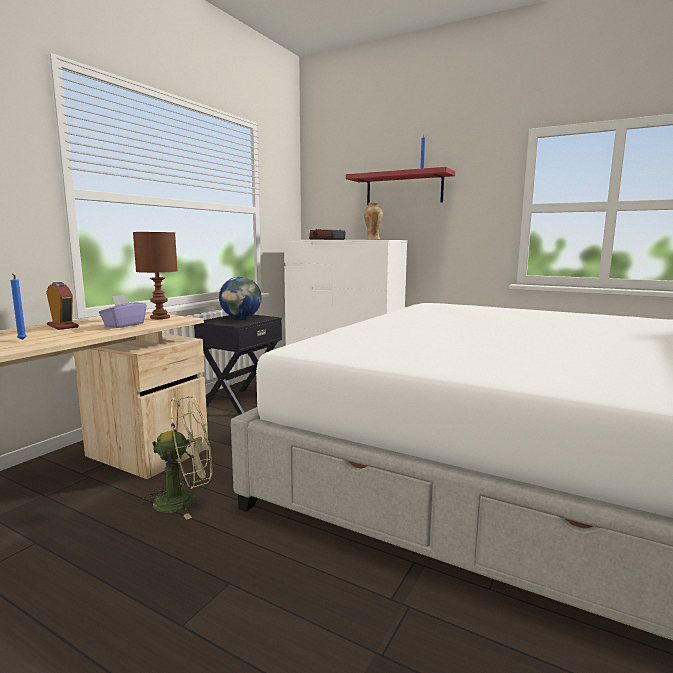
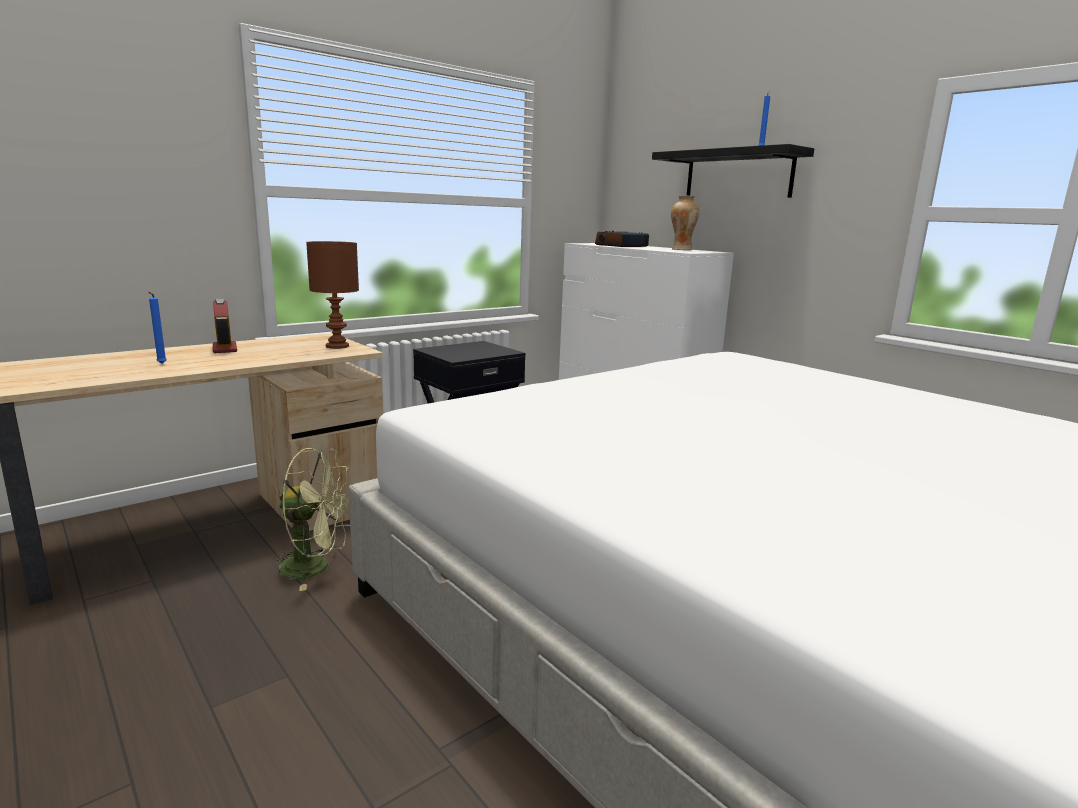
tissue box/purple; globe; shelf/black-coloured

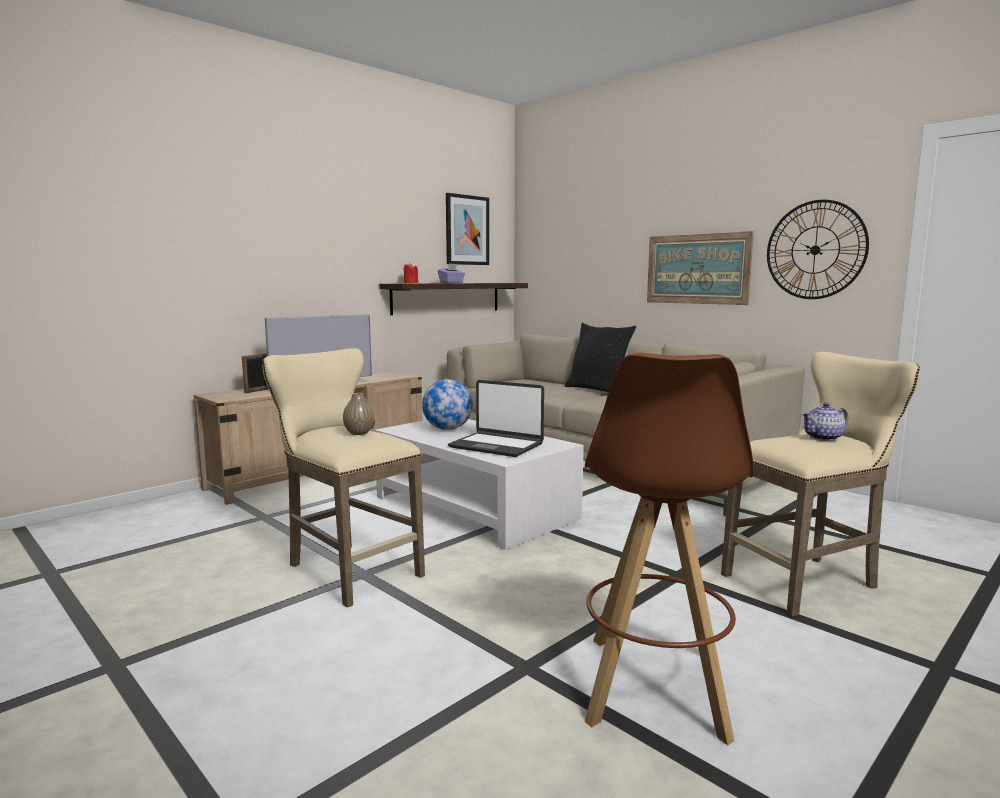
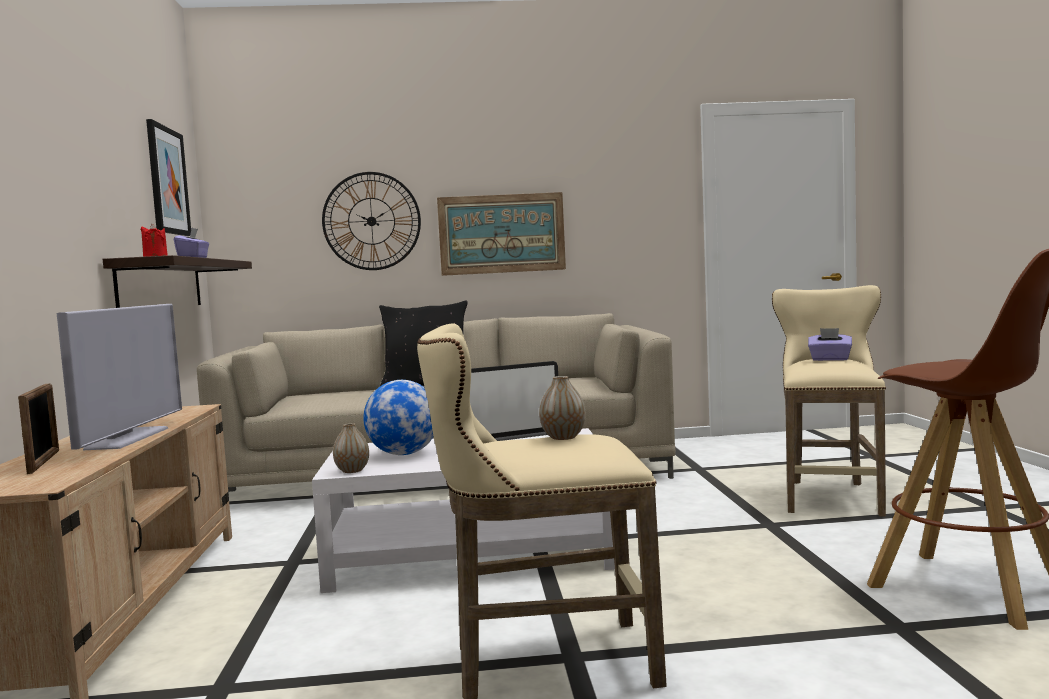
flower vase (no. 1 from left); clock on the wall; tissue box/purple (no. 2 from left)

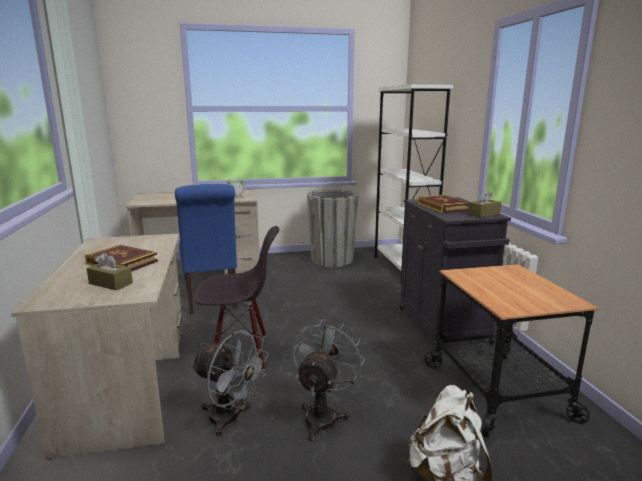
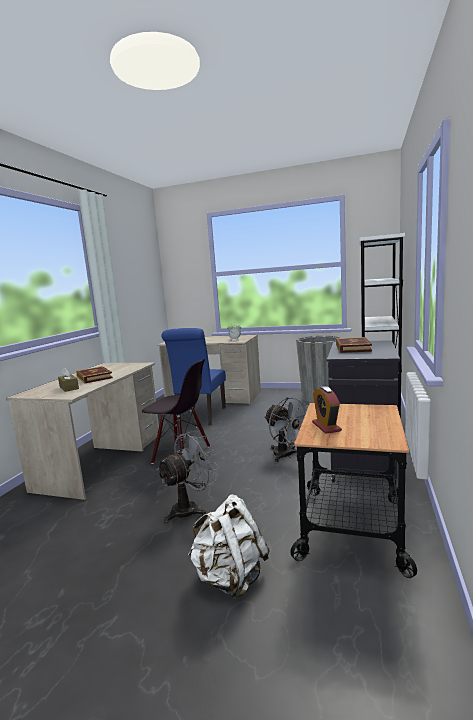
tissue box/brownish (no. 2 from left in the first image); bedside clock (no. 2 from left); electric fan/greyish (no. 2 from left)

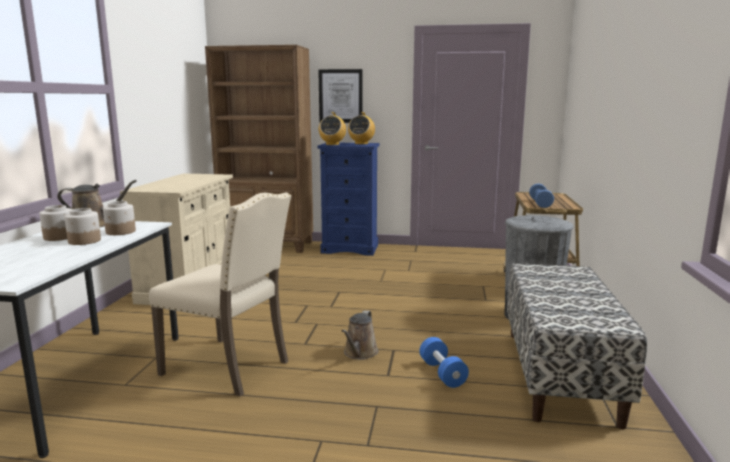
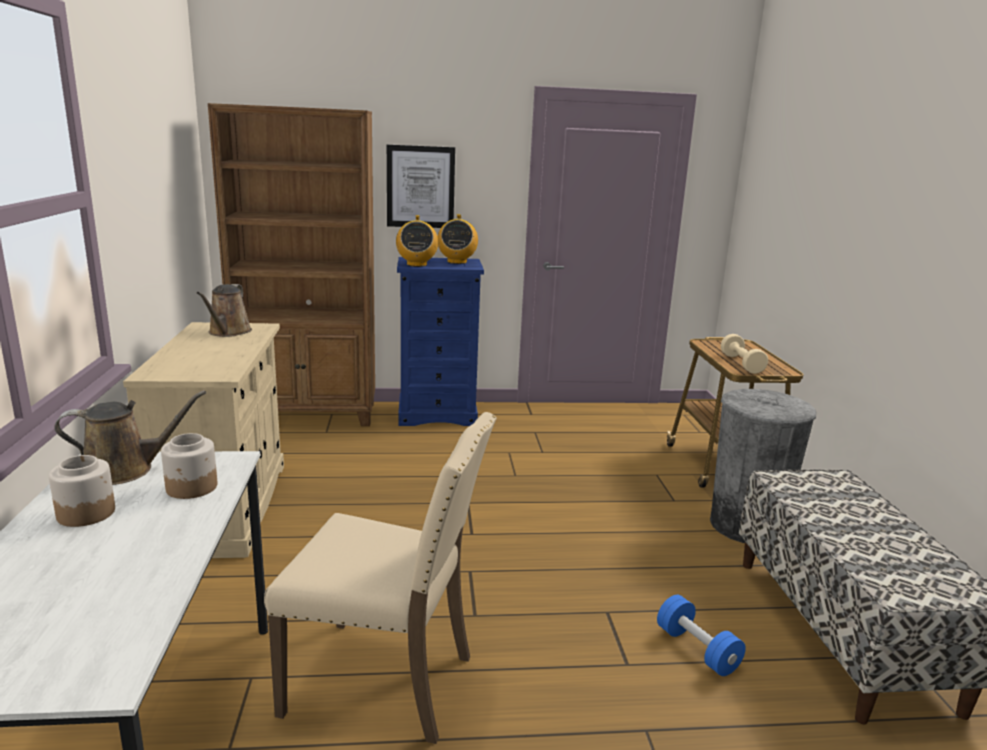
storage jar (no. 2 from left in the first image); watering can/brownish (no. 2 from left); hand weight/sand-coloured

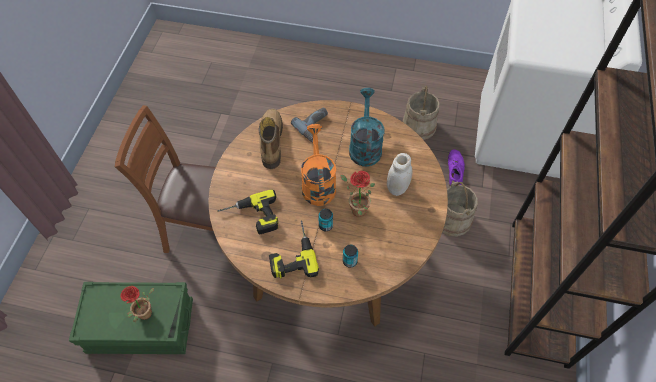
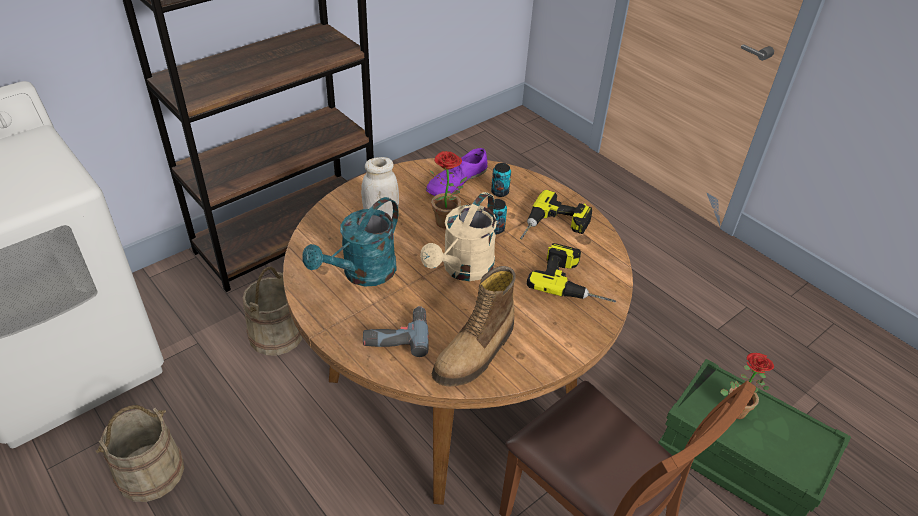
item of footwear/purple; watering can/sand-coloured

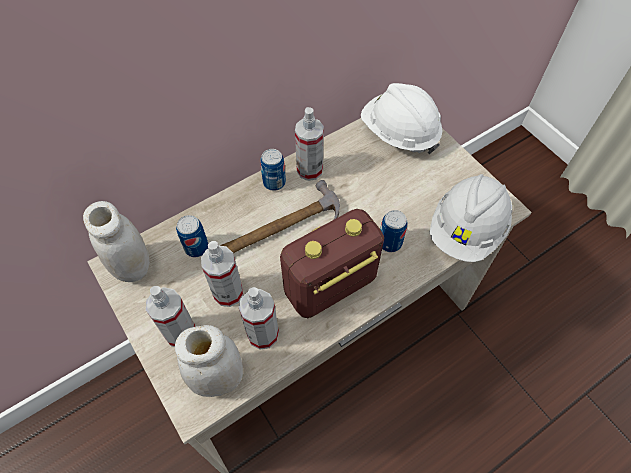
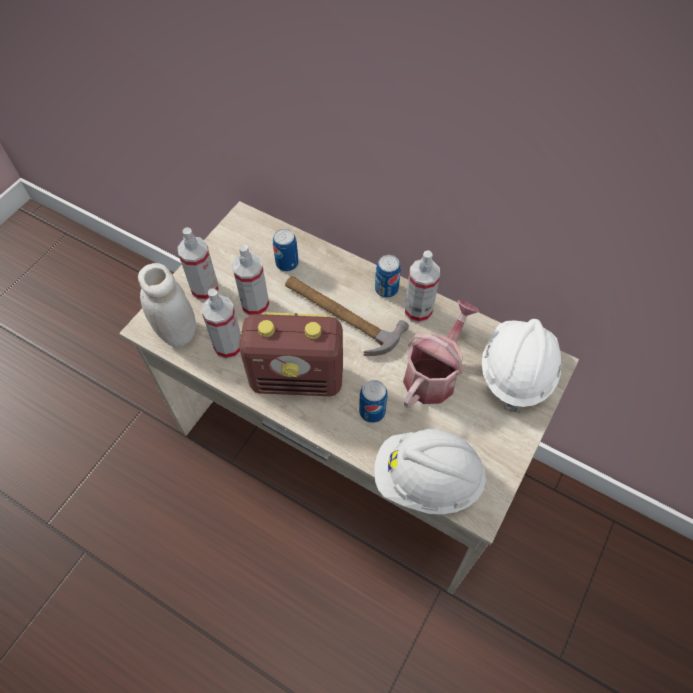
storage jar/white (no. 1 from left in the first image); watering can; radio receiver

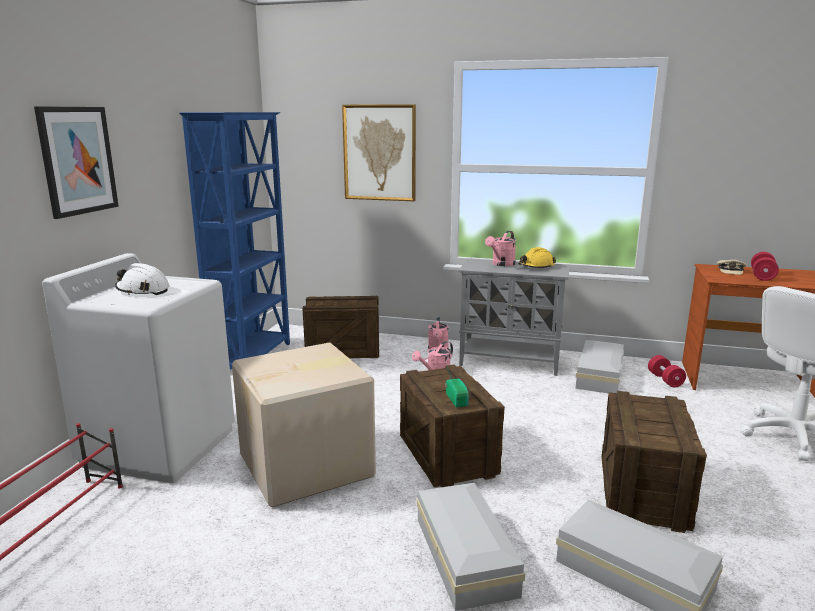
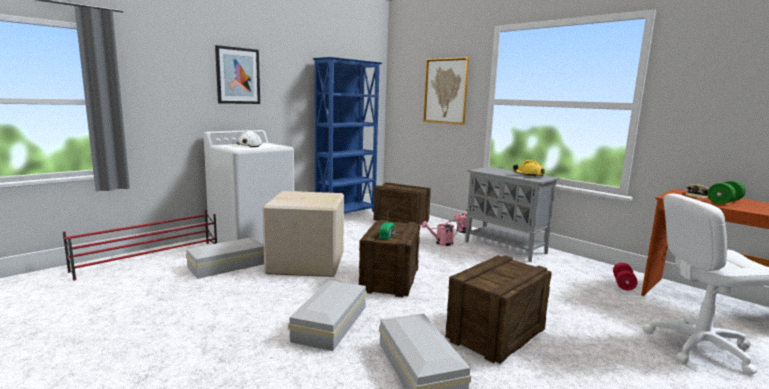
watering can/pink (no. 3 from left in the first image); storage box/white (no. 1 from left); hand weight/greenish

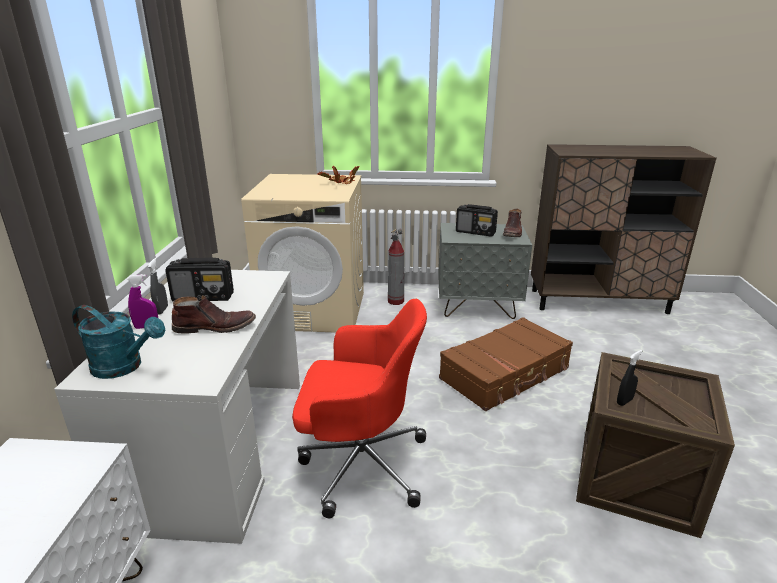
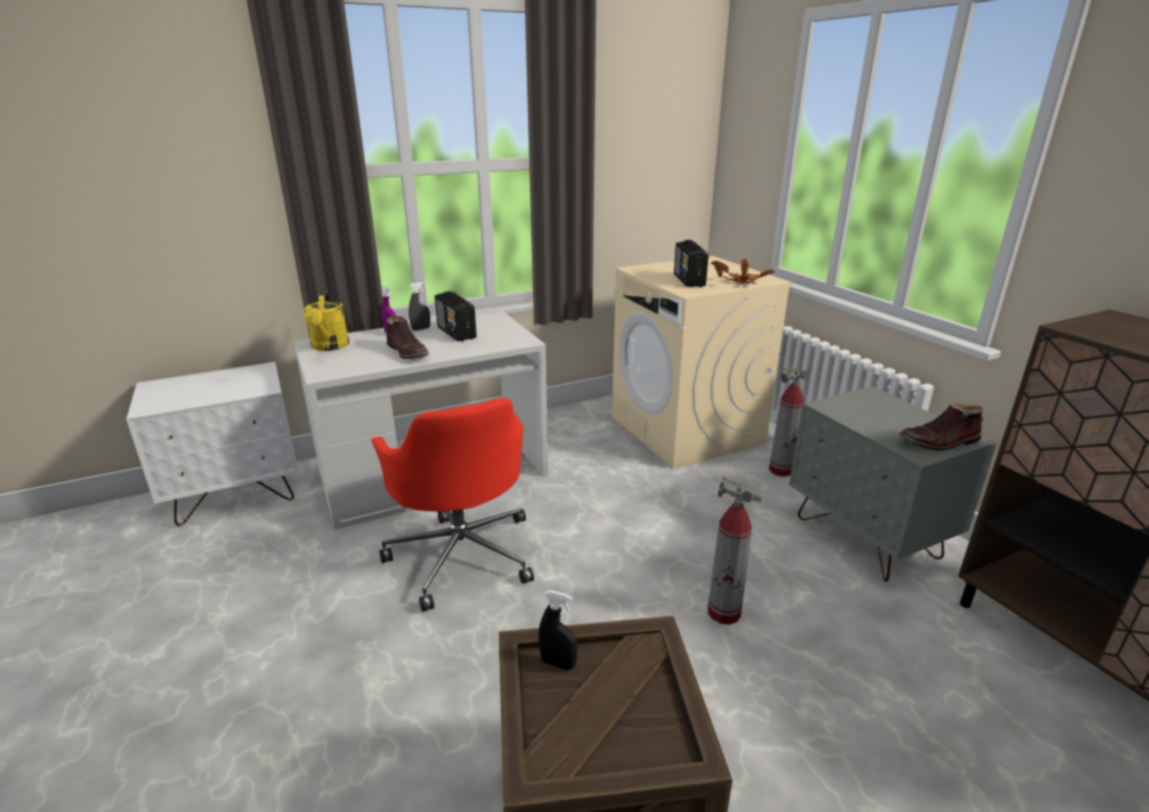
radio receiver (no. 2 from left); extinguisher (no. 1 from left); watering can/yellow

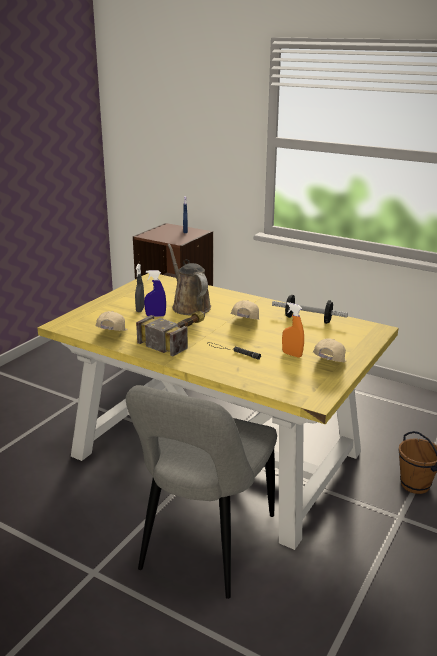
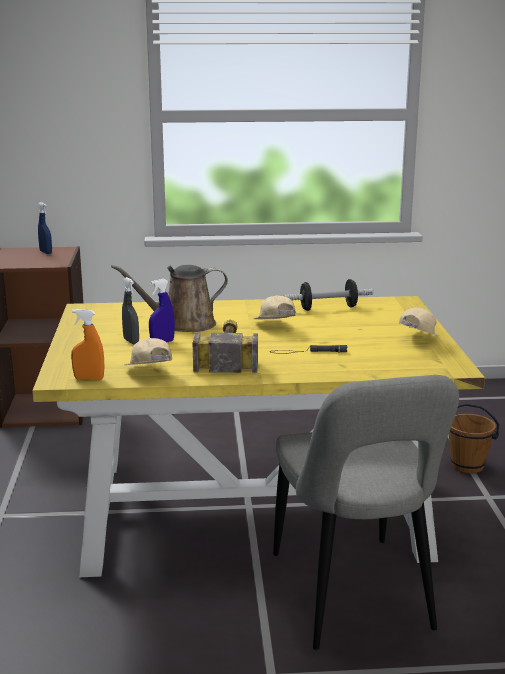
spray bottle/orange; watering can/brownish; baseball cap/sand-coloured (no. 3 from left)

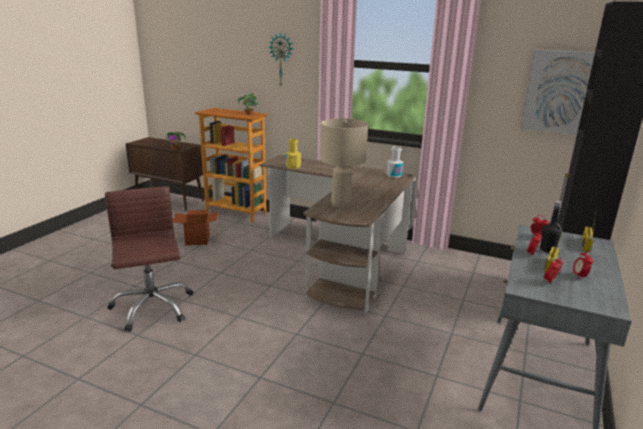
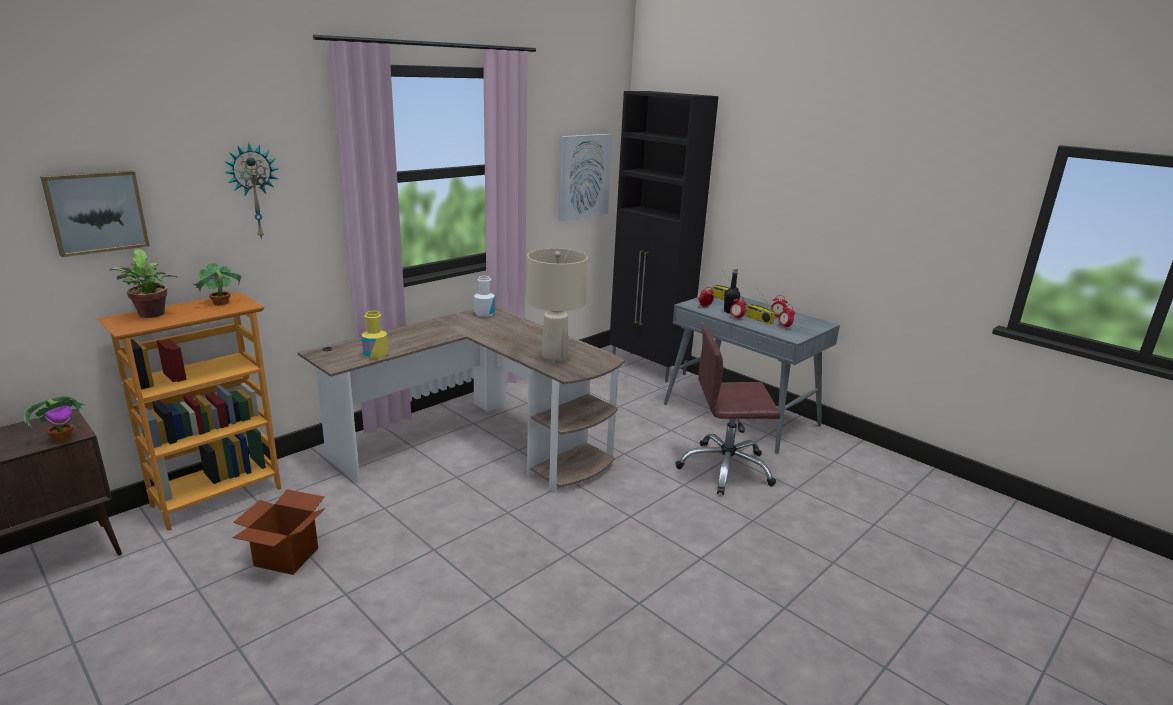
picture (no. 1 from left); plant in a pot (no. 2 from left); office chair/brownish

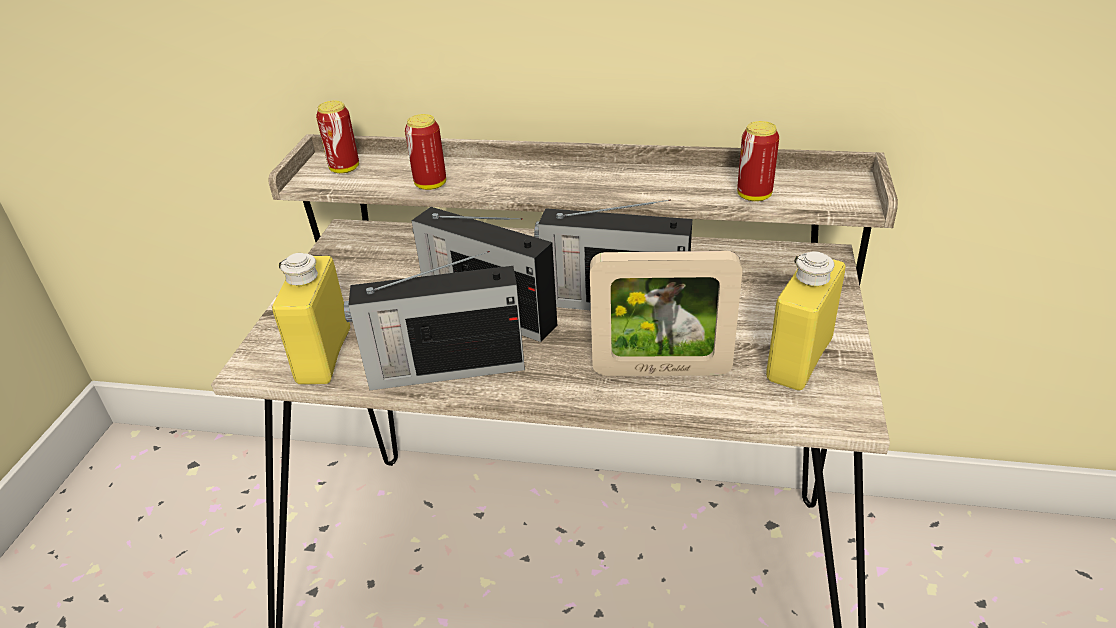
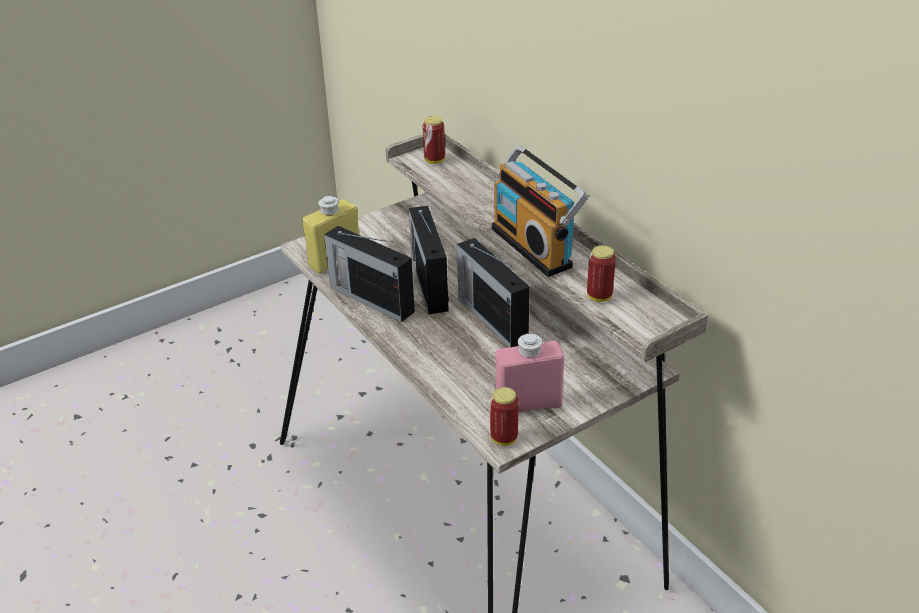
picture frame; radio receiver (no. 4 from left); metal can (no. 2 from left); drink bottle/pink

